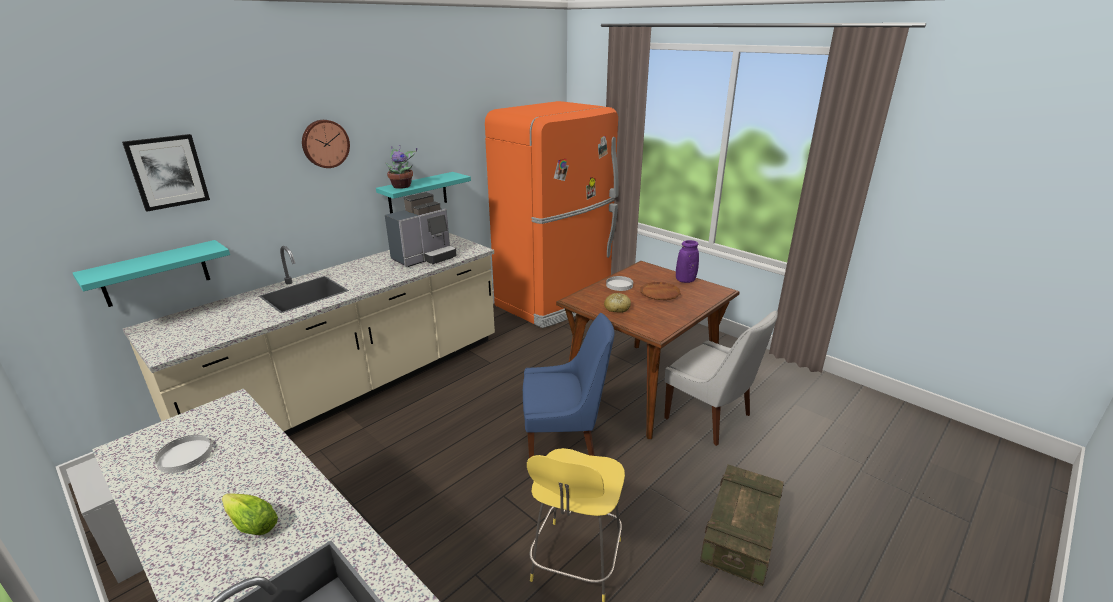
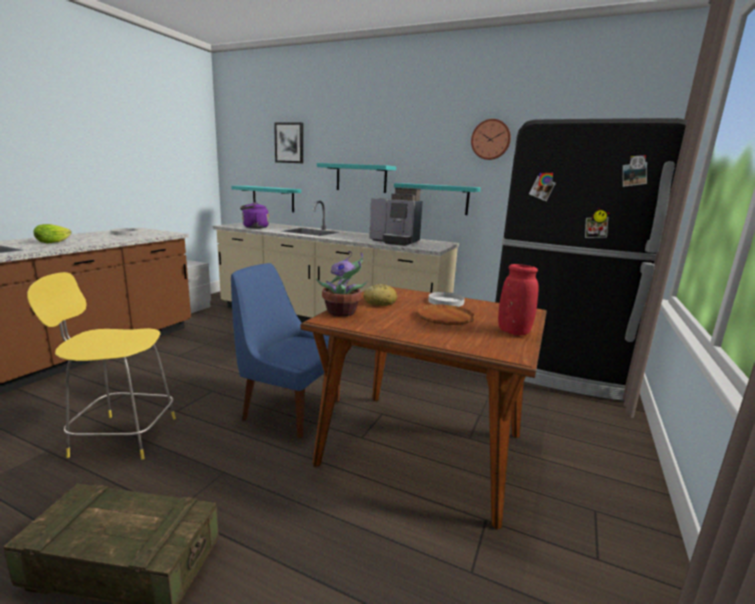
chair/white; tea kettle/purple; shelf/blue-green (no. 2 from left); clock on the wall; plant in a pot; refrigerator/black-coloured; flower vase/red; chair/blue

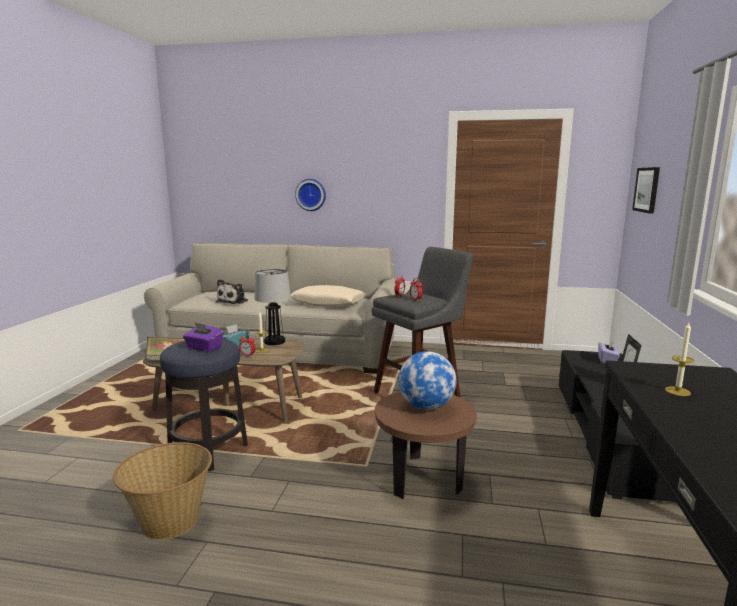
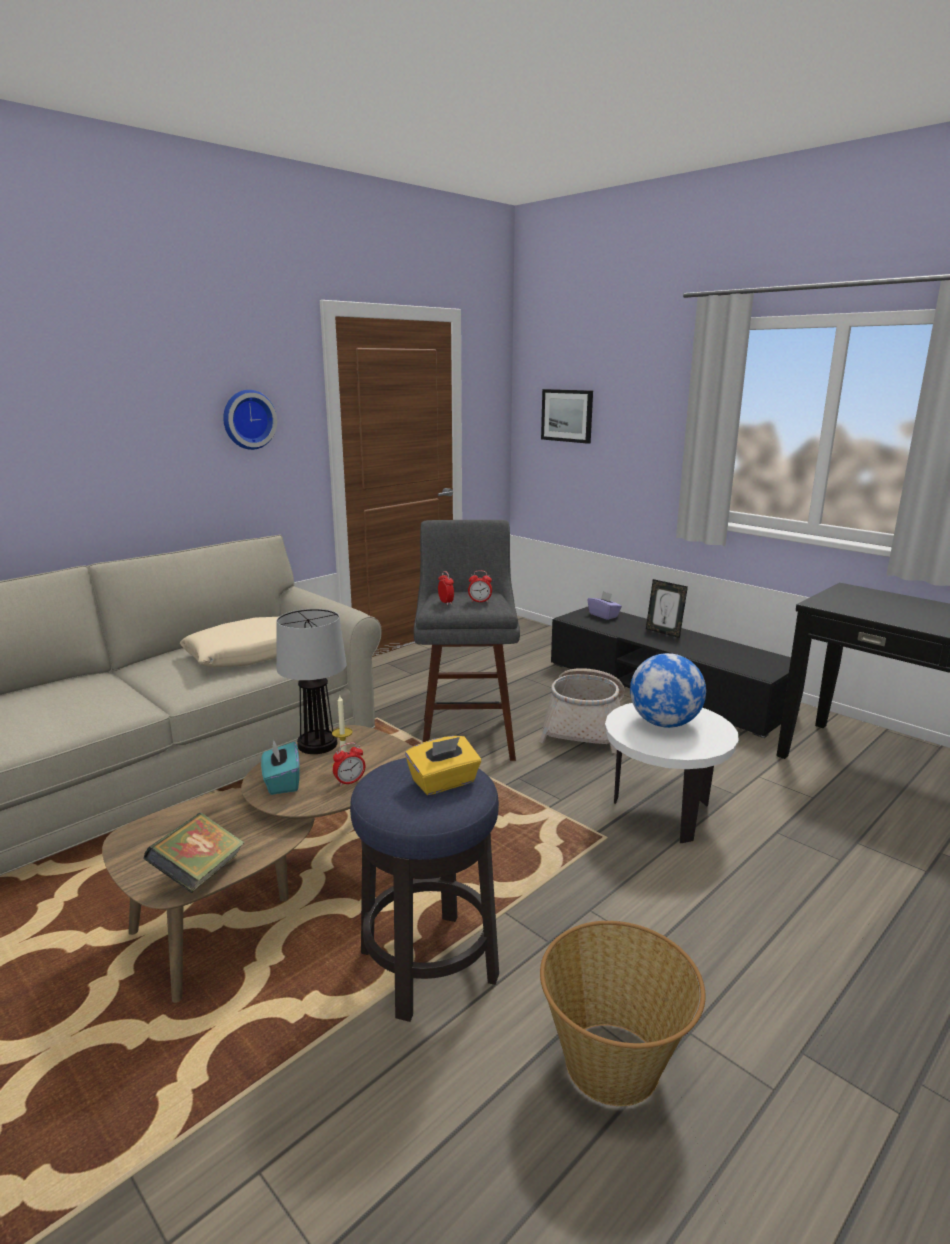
plush toy; wax light (no. 2 from left in the first image); household basket (no. 1 from left); clock on the wall; tissue box/yellow; end table/white

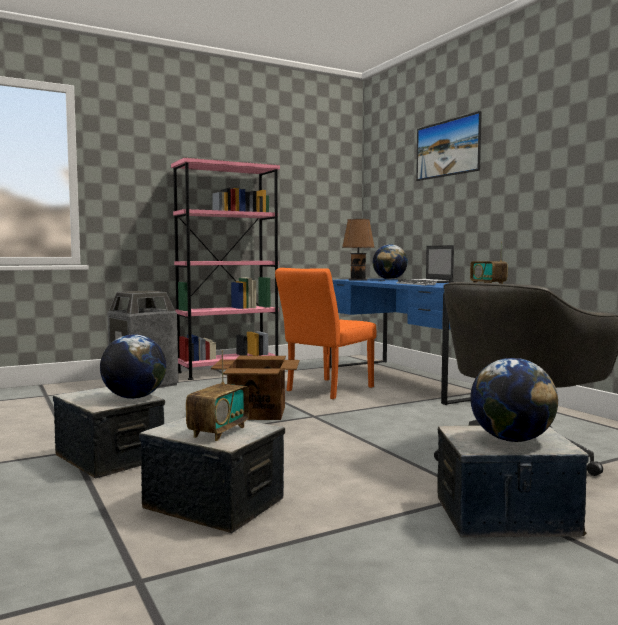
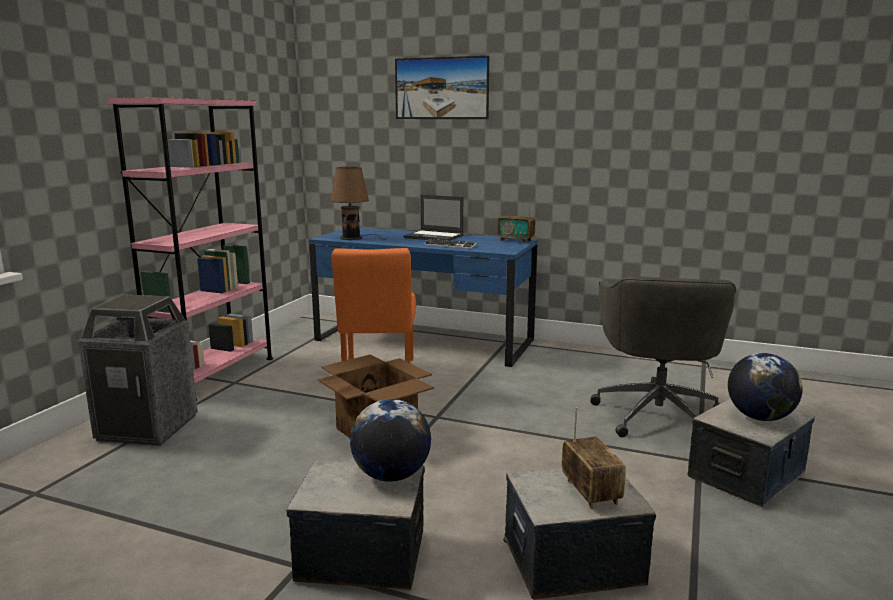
globe (no. 2 from left in the first image)

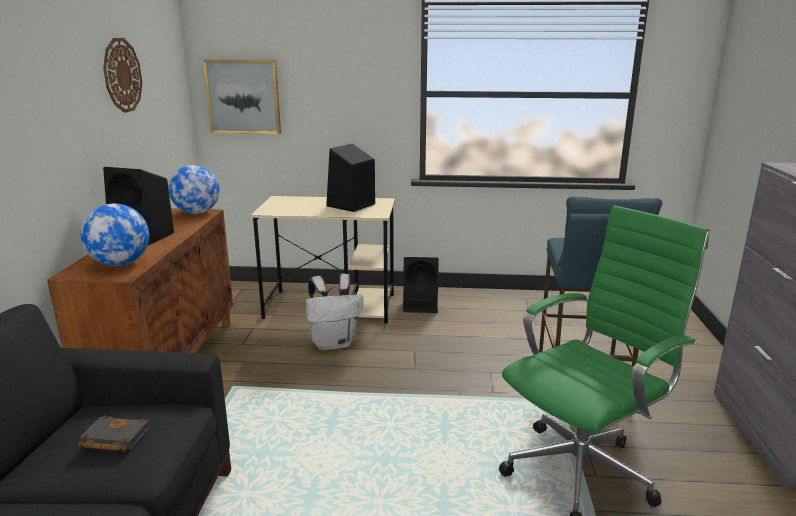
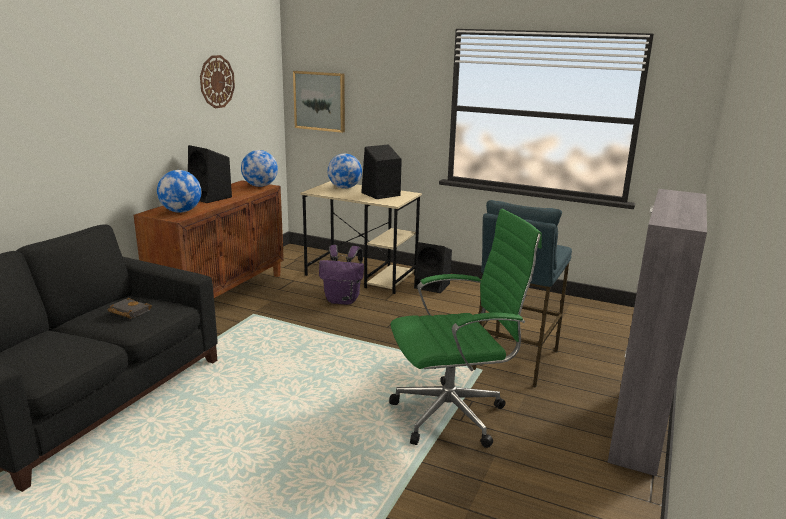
globe (no. 3 from left); backpack/purple

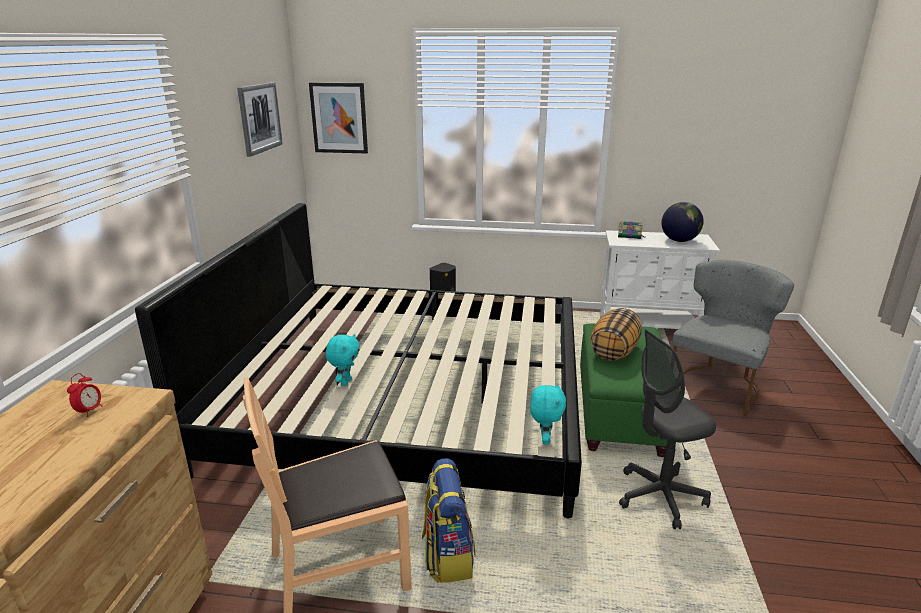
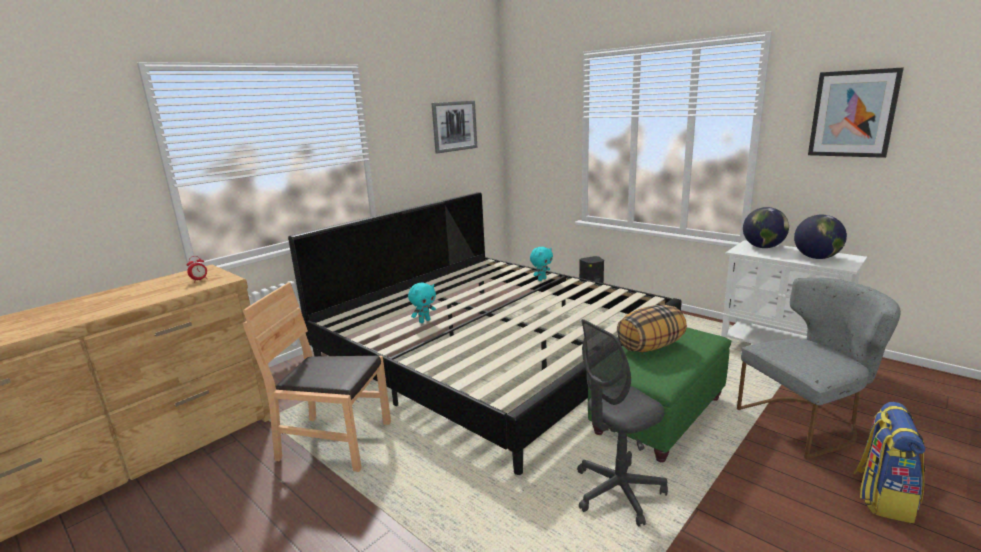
picture (no. 2 from left); backpack; plush toy/blue-green (no. 2 from left); globe (no. 1 from left); office chair/greyish

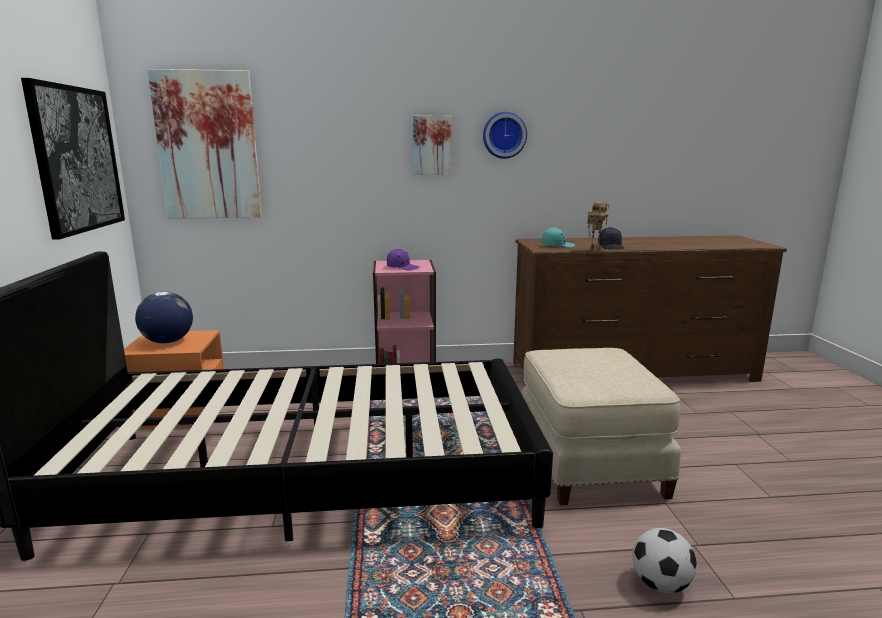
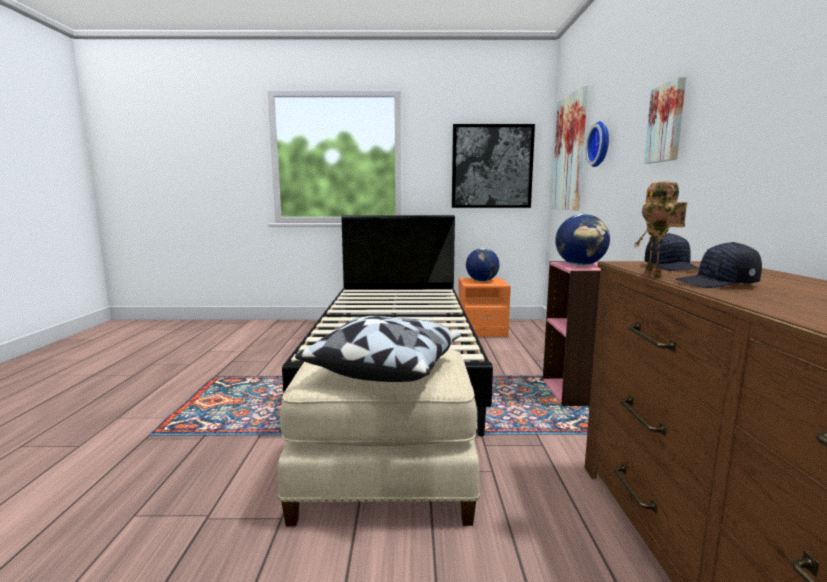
football; cushion; clock on the wall; globe (no. 2 from left); baseball cap/black-coloured (no. 1 from left)

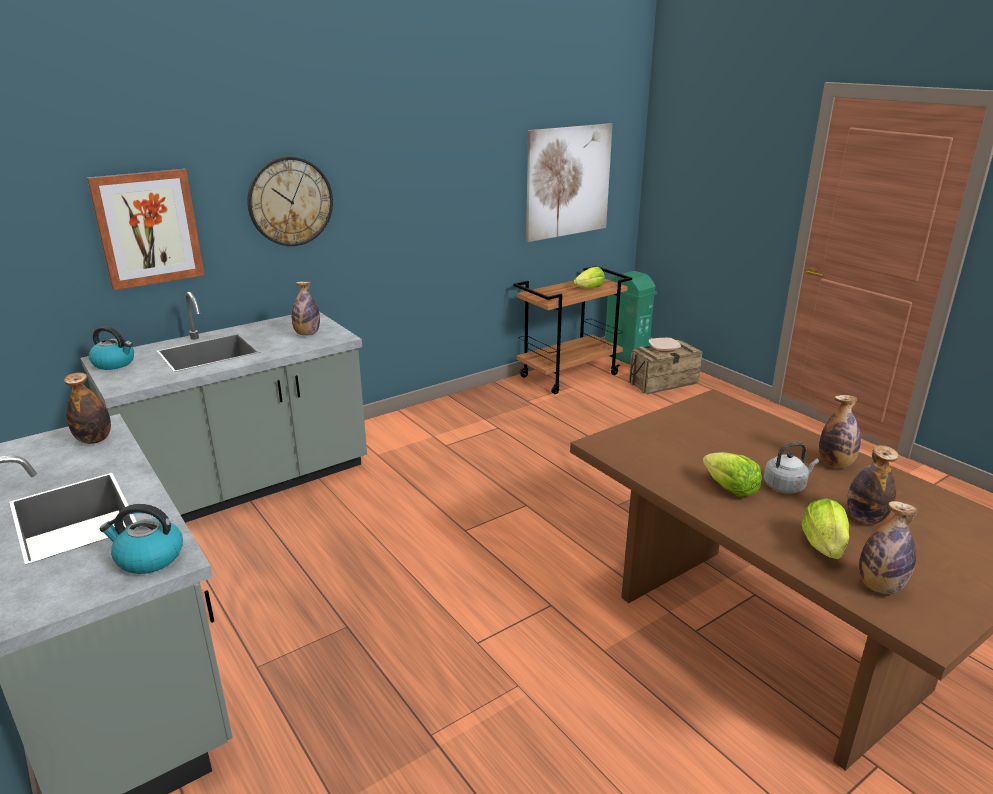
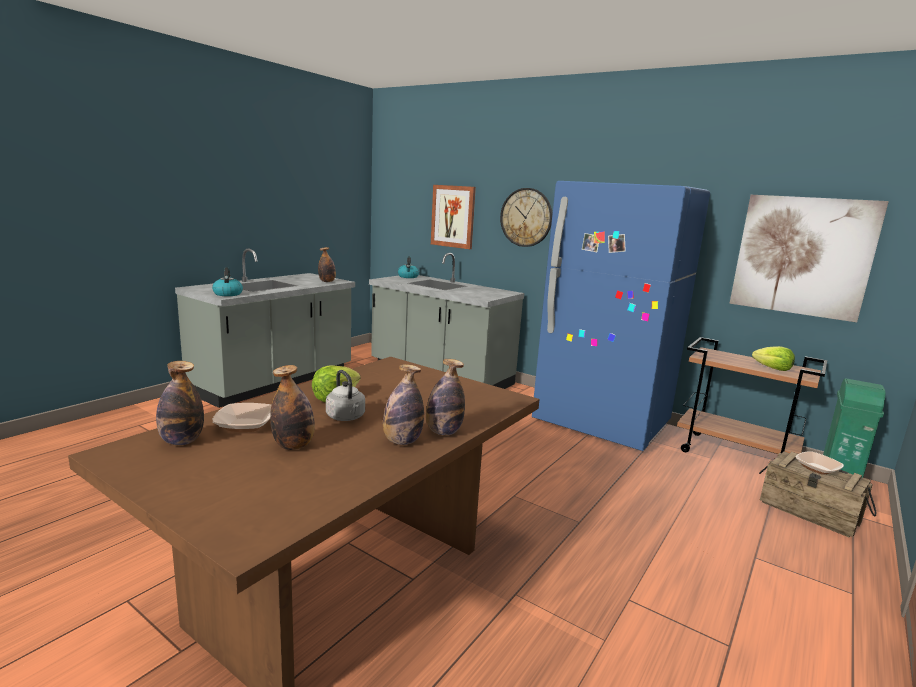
refrigerator/blue; drink bottle (no. 5 from left); bowl (no. 1 from left)

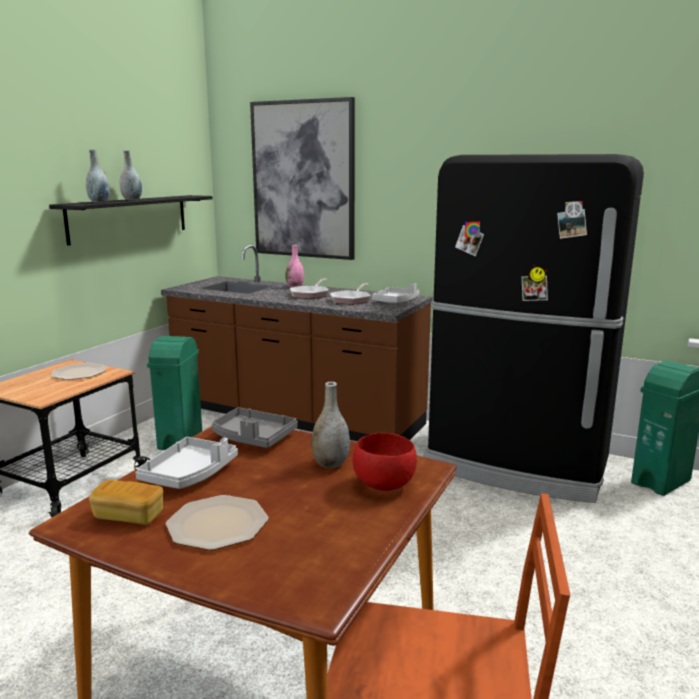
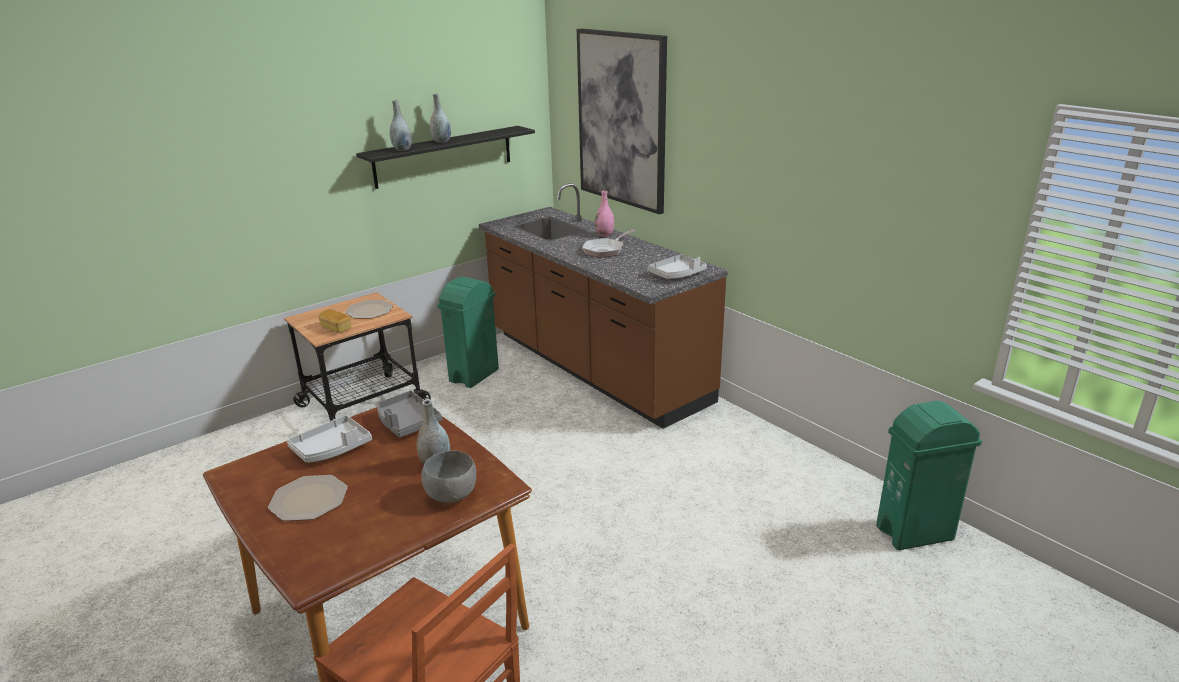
skillet (no. 2 from left in the first image); refrigerator/black-coloured; bakery bread; bowl/greyish

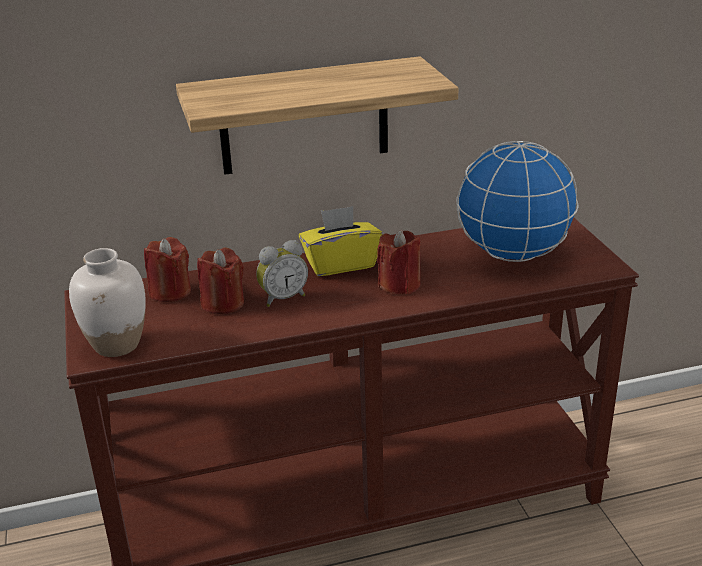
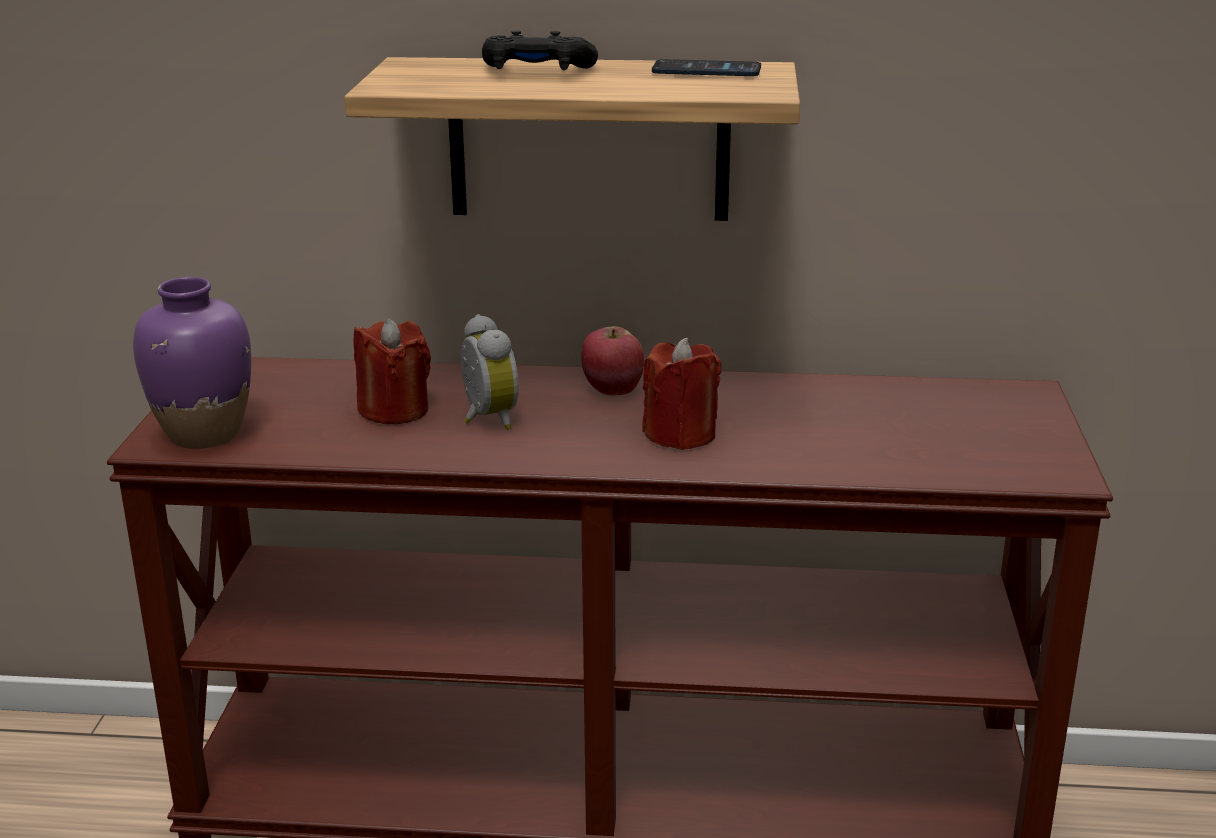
wax light/red (no. 1 from left in the first image); globe; joypad/black-coloured; handset; whole apple; flower vase/purple; bedside clock

